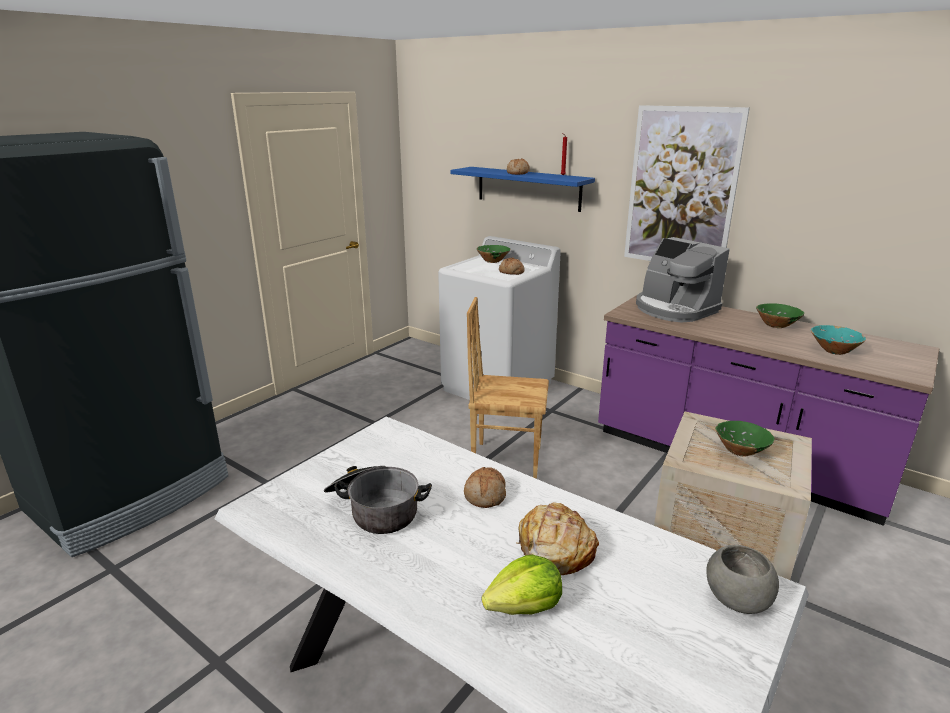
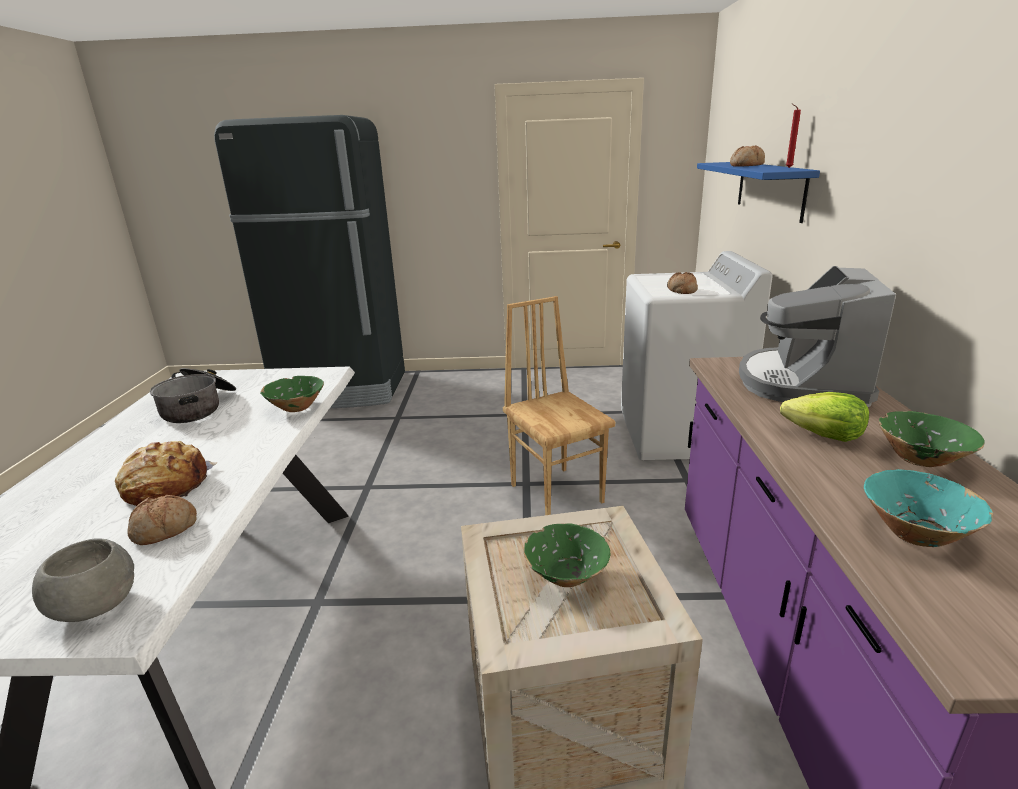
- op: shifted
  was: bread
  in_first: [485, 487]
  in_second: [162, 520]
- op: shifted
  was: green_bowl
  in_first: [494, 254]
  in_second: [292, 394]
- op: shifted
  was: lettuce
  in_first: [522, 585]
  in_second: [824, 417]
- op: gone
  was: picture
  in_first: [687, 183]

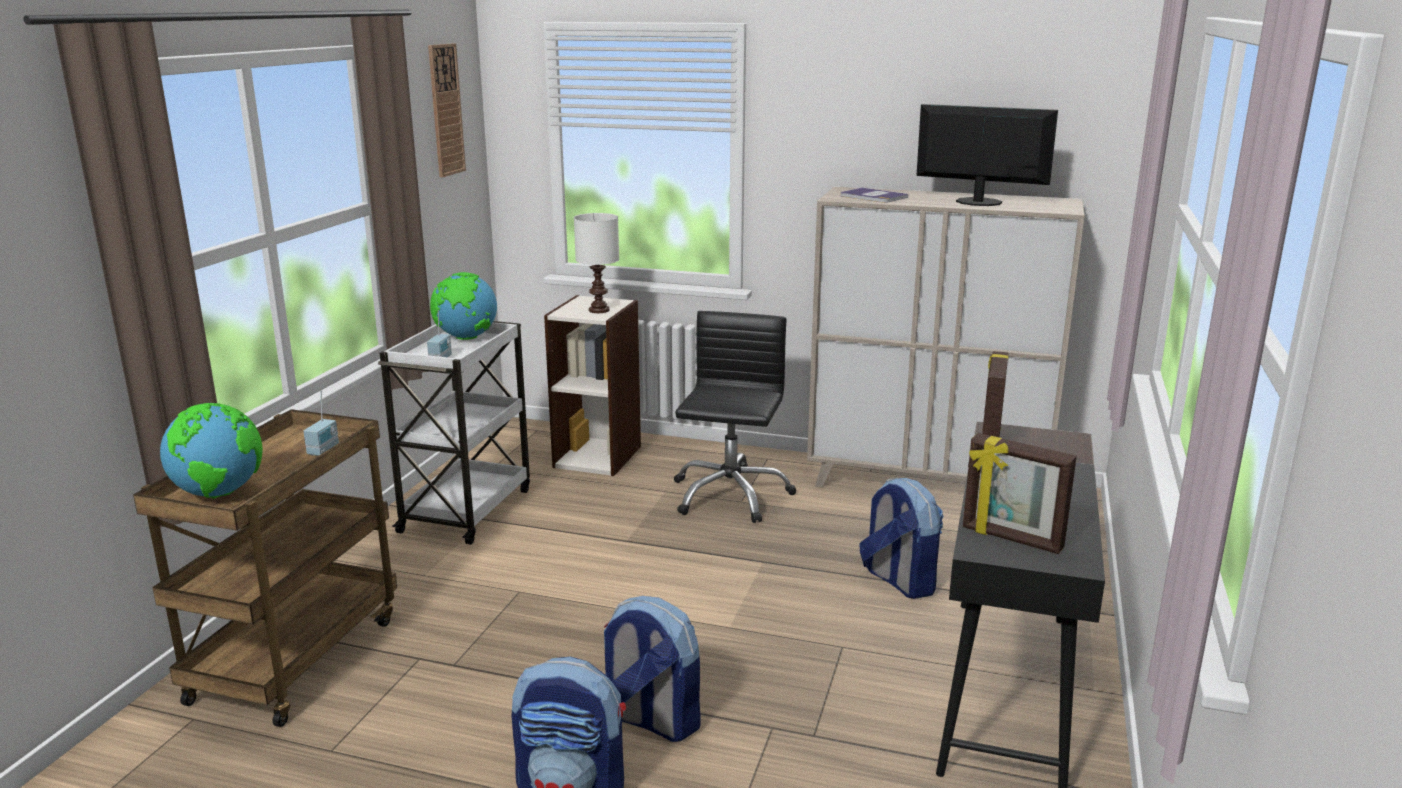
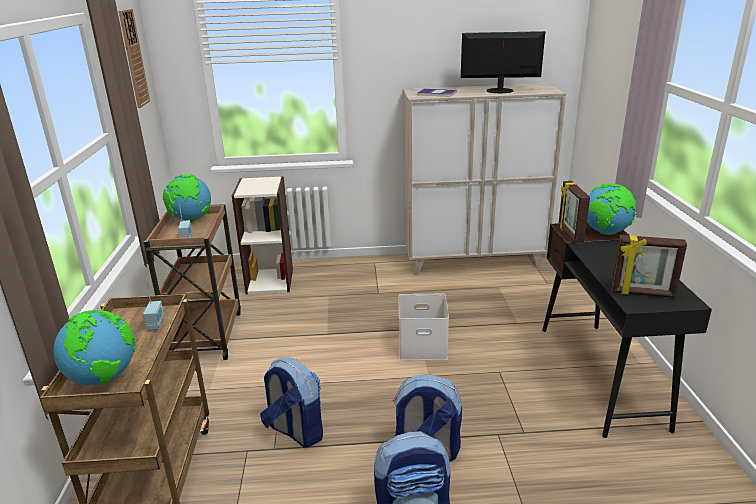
- op: repainted
  was: white_cart
  now: brown_cart
  in_first: [454, 433]
  in_second: [192, 282]
- op: shifted
  was: backpack
  in_first: [901, 538]
  in_second: [291, 402]
- op: new
  now: white_storage_box
  in_second: [424, 327]
- op: new
  now: globe
  in_second: [612, 209]
- op: gone
  was: white_table_lamp
  in_first: [596, 263]
- op: gone
  was: black_office_chair
  in_first: [735, 417]

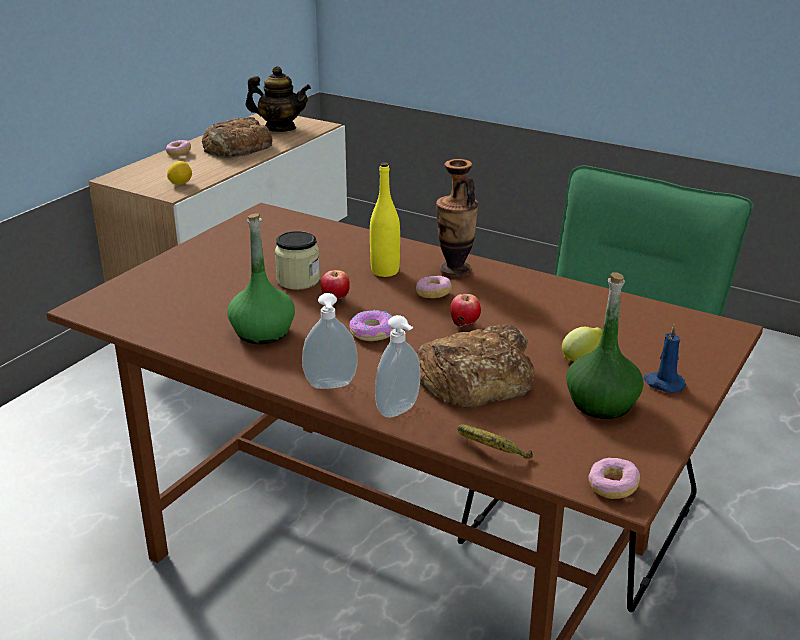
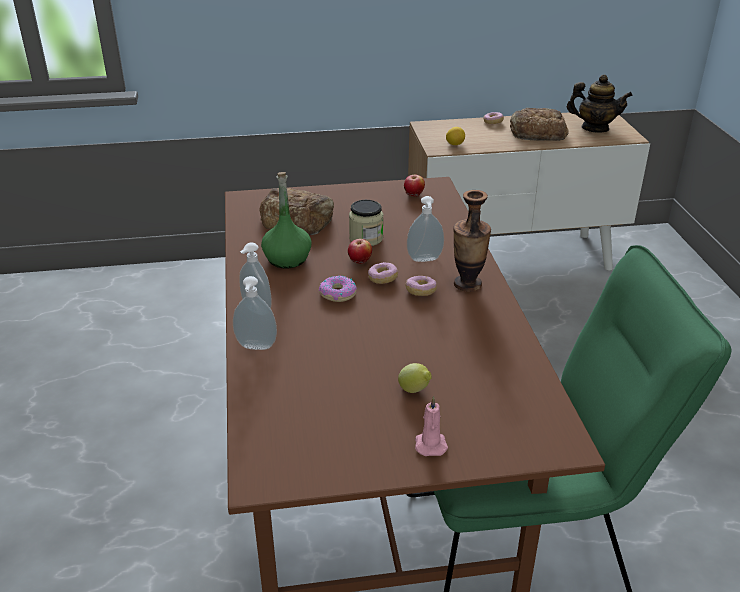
- op: shifted
  was: bread
  in_first: [475, 366]
  in_second: [296, 211]
- op: shifted
  was: donut
  in_first: [614, 478]
  in_second: [383, 273]
- op: shifted
  was: apple
  in_first: [465, 310]
  in_second: [414, 186]
- op: swapped
  was: yellow_bottle
  now: soap_dispenser
  in_first: [385, 219]
  in_second: [425, 229]
- op: repainted
  was: blue_candle
  now: pink_candle
  in_first: [664, 358]
  in_second: [431, 426]
- op: rotated
  was: teapot
  in_first: [278, 99]
  in_second: [600, 103]
  clockwise: -45
- op: gone
  was: banana
  in_first: [495, 441]
- op: gone
  was: green_bottle
  in_first: [605, 345]

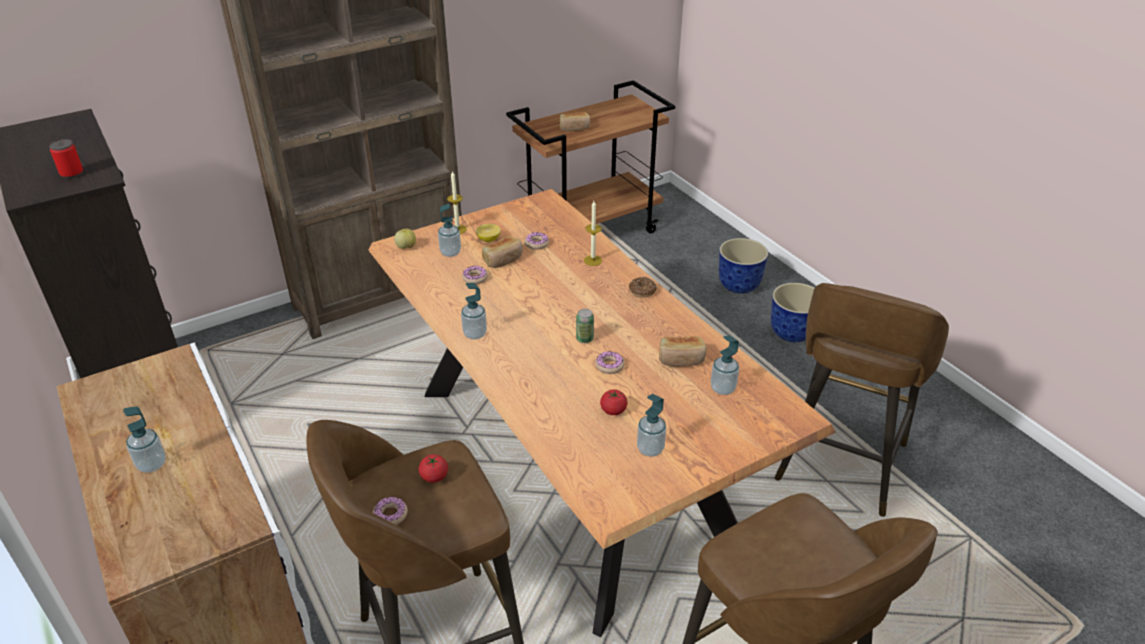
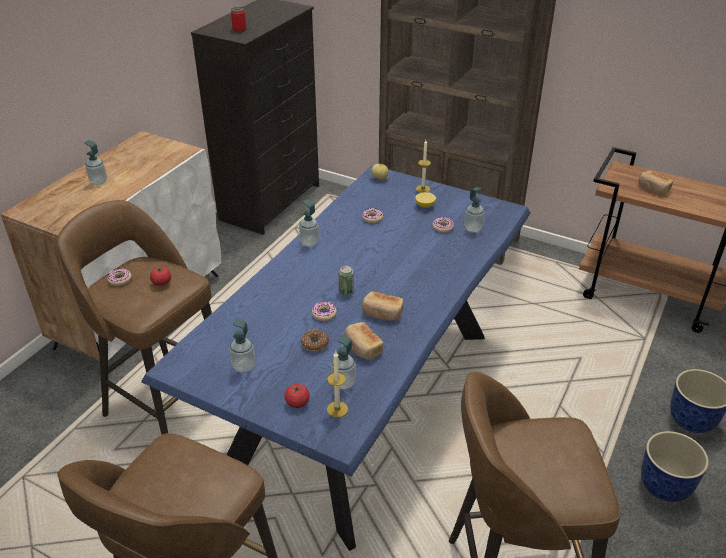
- op: repainted
  was: brown_dining_table
  now: blue_dining_table
  in_first: [602, 413]
  in_second: [335, 358]
- op: shifted
  was: tomato
  in_first: [614, 402]
  in_second: [297, 396]
- op: shifted
  was: donut
  in_first: [643, 287]
  in_second: [315, 341]
- op: shifted
  was: candle
  in_first: [593, 233]
  in_second: [337, 385]
- op: shifted
  was: bread
  in_first: [502, 252]
  in_second: [382, 306]
- op: shifted
  was: soap_dispenser
  in_first: [449, 230]
  in_second: [474, 209]

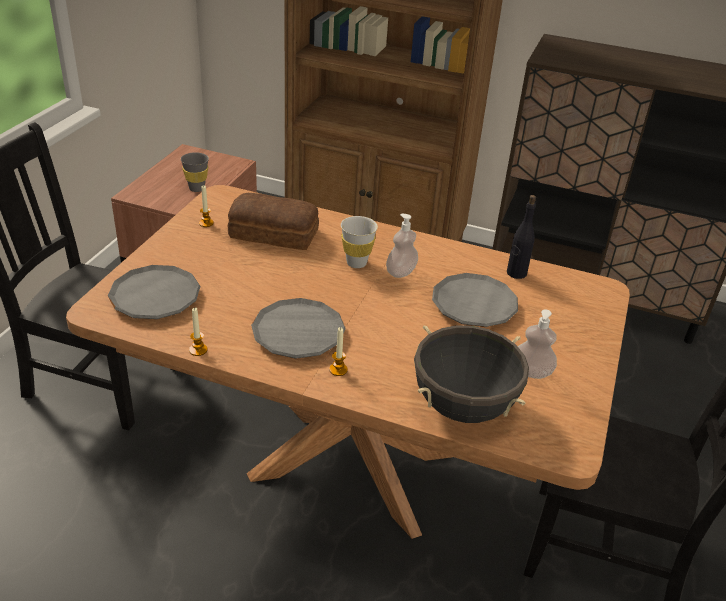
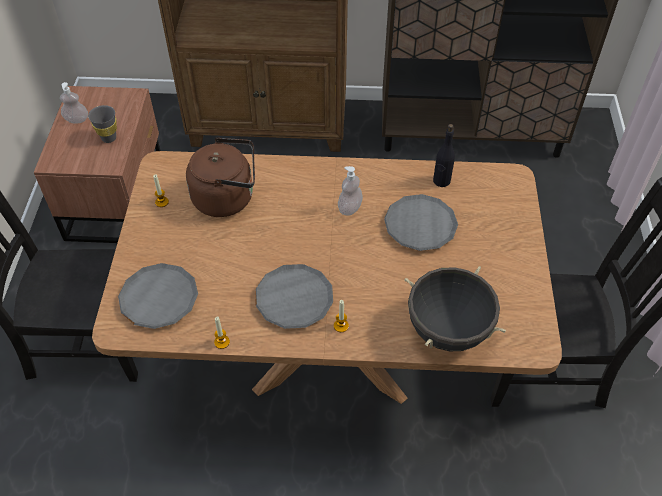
- op: shifted
  was: soap_dispenser
  in_first: [537, 344]
  in_second: [74, 103]
- op: swapped
  was: bread
  now: brown_kettle
  in_first: [273, 221]
  in_second: [220, 177]
- op: gone
  was: white_cup
  in_first: [359, 242]

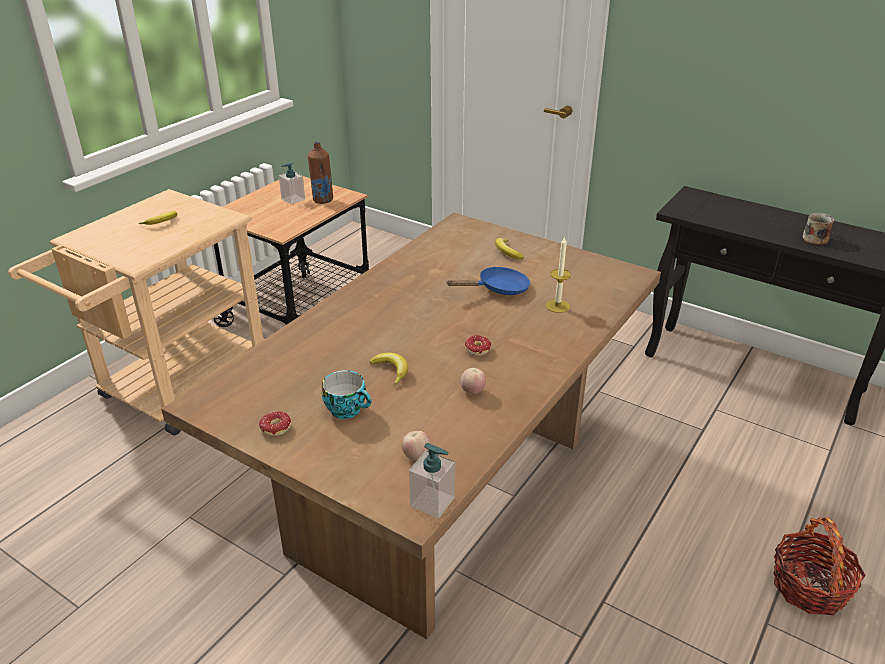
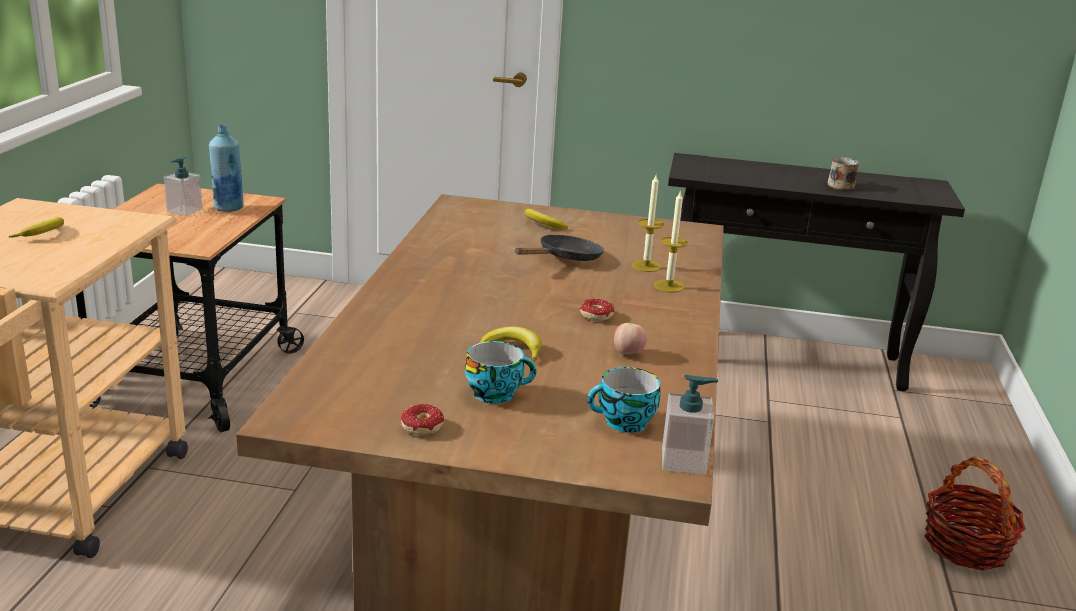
- op: repainted
  was: brown_bottle
  now: blue_bottle
  in_first: [320, 172]
  in_second: [226, 168]
- op: repainted
  was: blue_frying_pan
  now: black_frying_pan
  in_first: [488, 281]
  in_second: [559, 248]
- op: swapped
  was: apple
  now: cup
  in_first: [416, 446]
  in_second: [623, 400]
- op: new
  now: candle
  in_second: [671, 241]

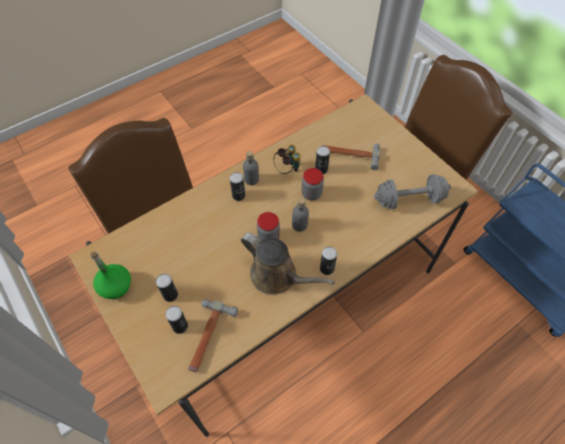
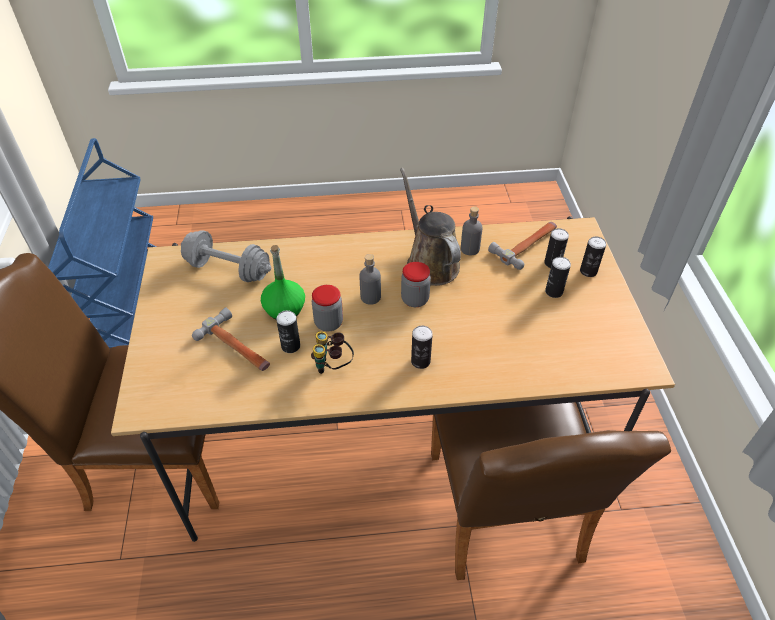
- op: shifted
  was: green_bottle
  in_first: [110, 275]
  in_second: [283, 282]
- op: shifted
  was: grey_bottle
  in_first: [251, 168]
  in_second: [472, 230]
- op: shifted
  was: can
  in_first: [328, 261]
  in_second: [593, 256]

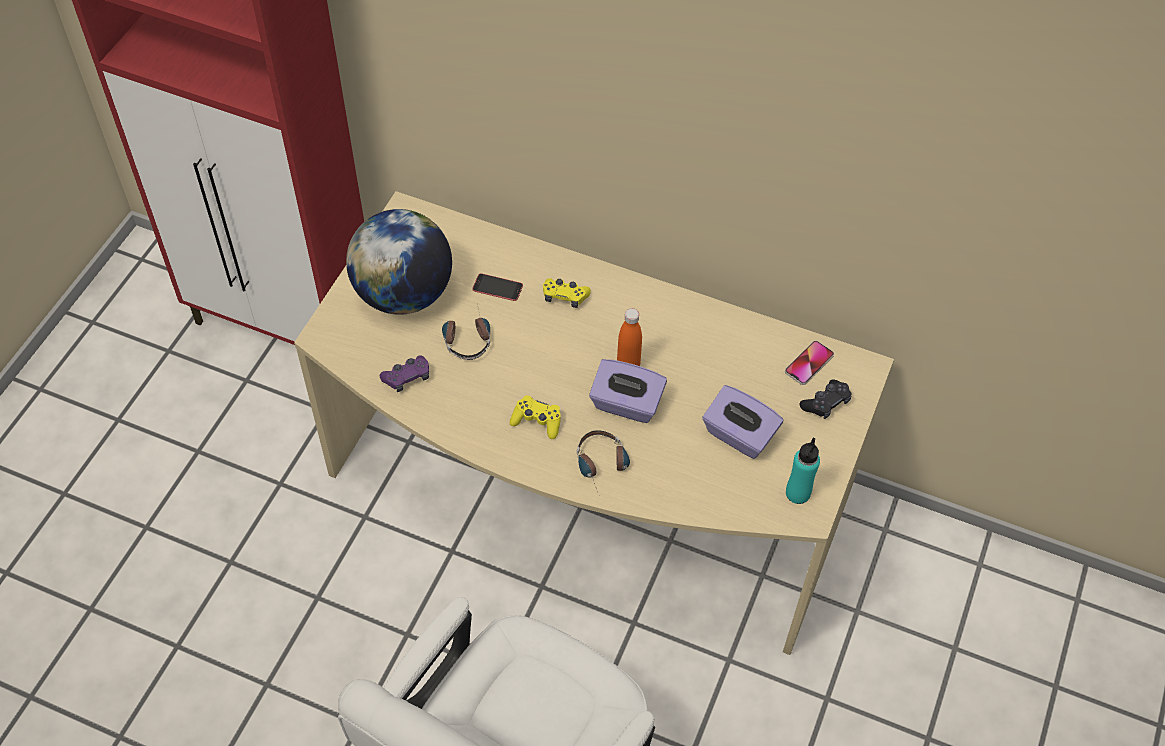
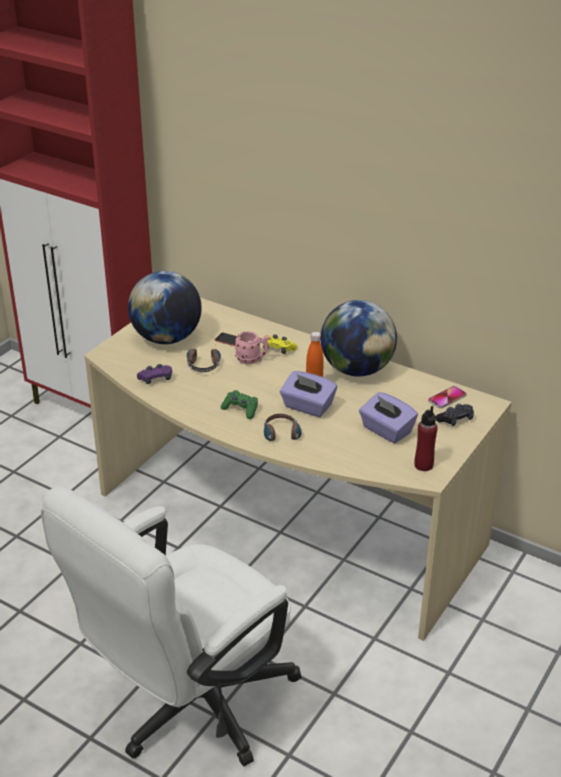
- op: repainted
  was: yellow_game_controller
  now: green_game_controller
  in_first: [535, 417]
  in_second: [239, 404]
- op: new
  now: pink_mug
  in_second: [252, 347]
- op: new
  now: globe
  in_second: [359, 338]
- op: repainted
  was: turquoise_bottle
  now: red_bottle
  in_first: [803, 471]
  in_second: [426, 438]

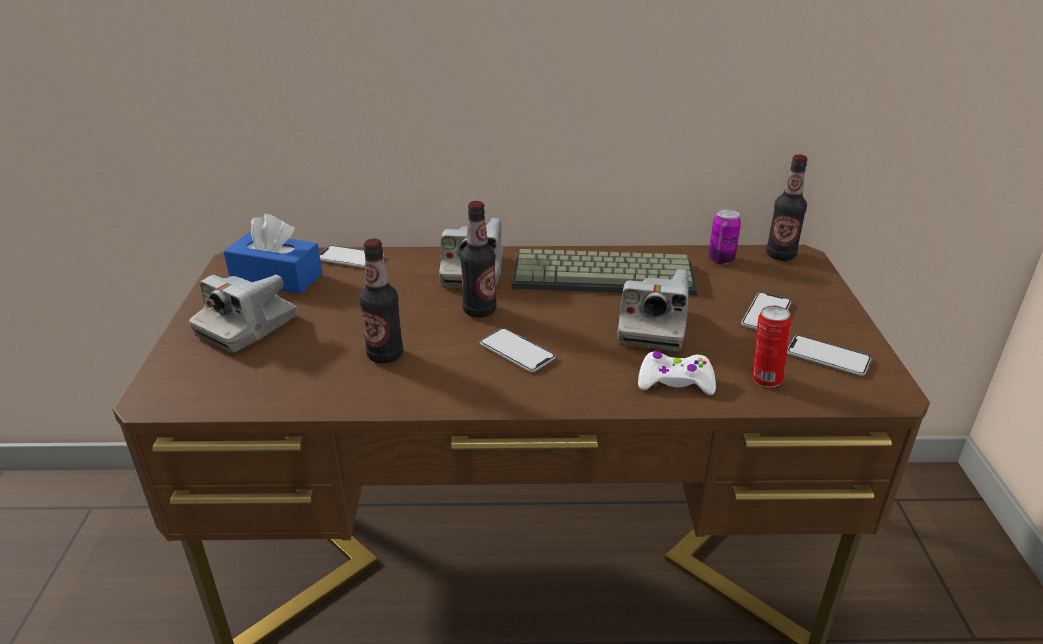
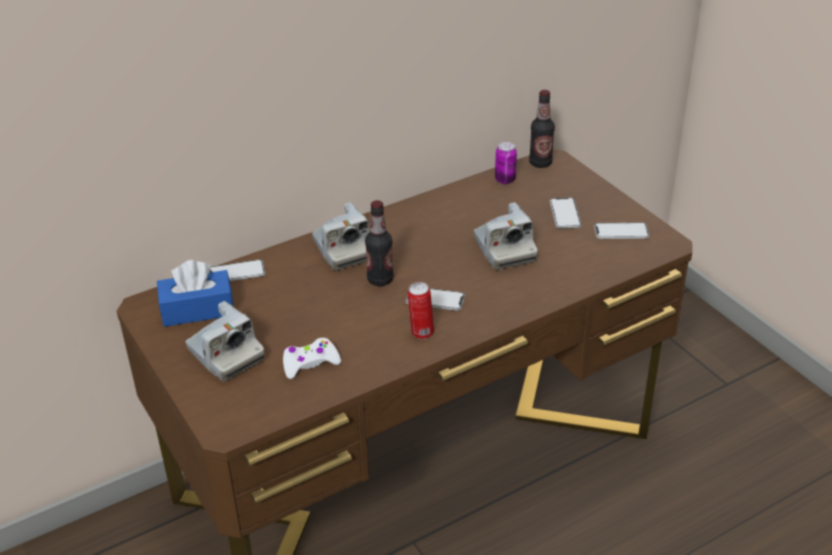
- op: rotated
  was: photo_camera
  in_first: [243, 313]
  in_second: [225, 341]
  clockwise: -45
- op: shifted
  was: white_game_controller
  in_first: [677, 373]
  in_second: [312, 358]
- op: shifted
  was: can
  in_first: [771, 346]
  in_second: [420, 310]
- op: gone
  was: bottle
  in_first: [381, 301]
- op: gone
  was: keyboard
  in_first: [605, 272]

